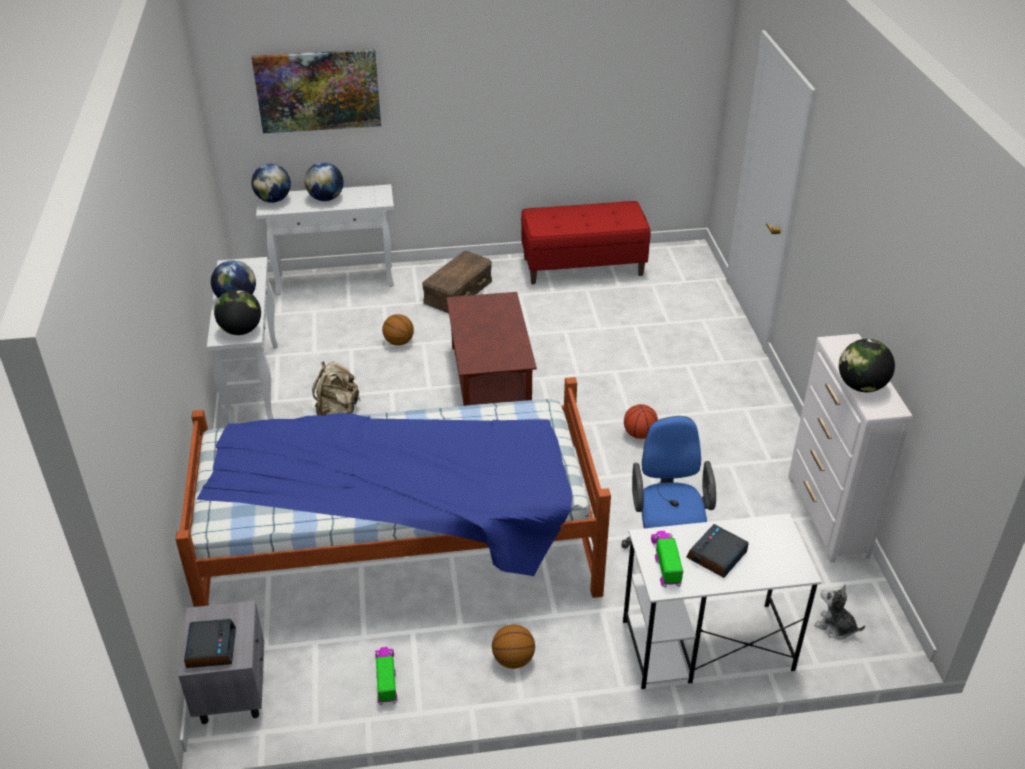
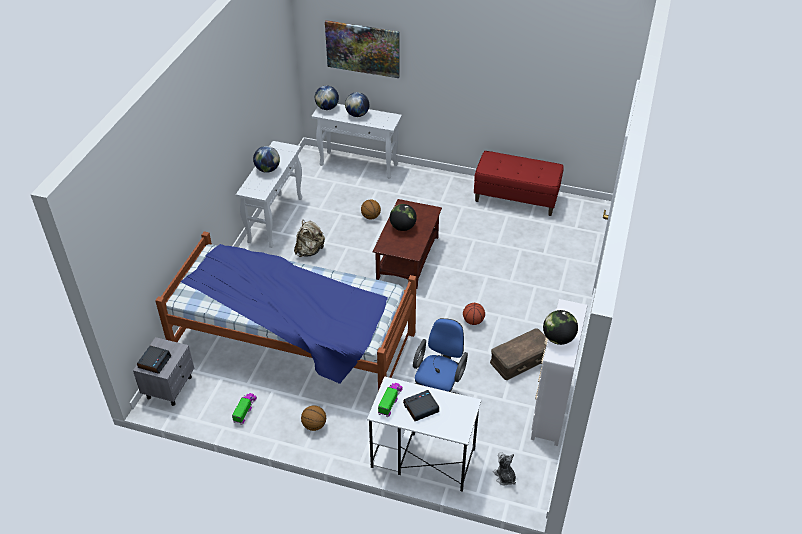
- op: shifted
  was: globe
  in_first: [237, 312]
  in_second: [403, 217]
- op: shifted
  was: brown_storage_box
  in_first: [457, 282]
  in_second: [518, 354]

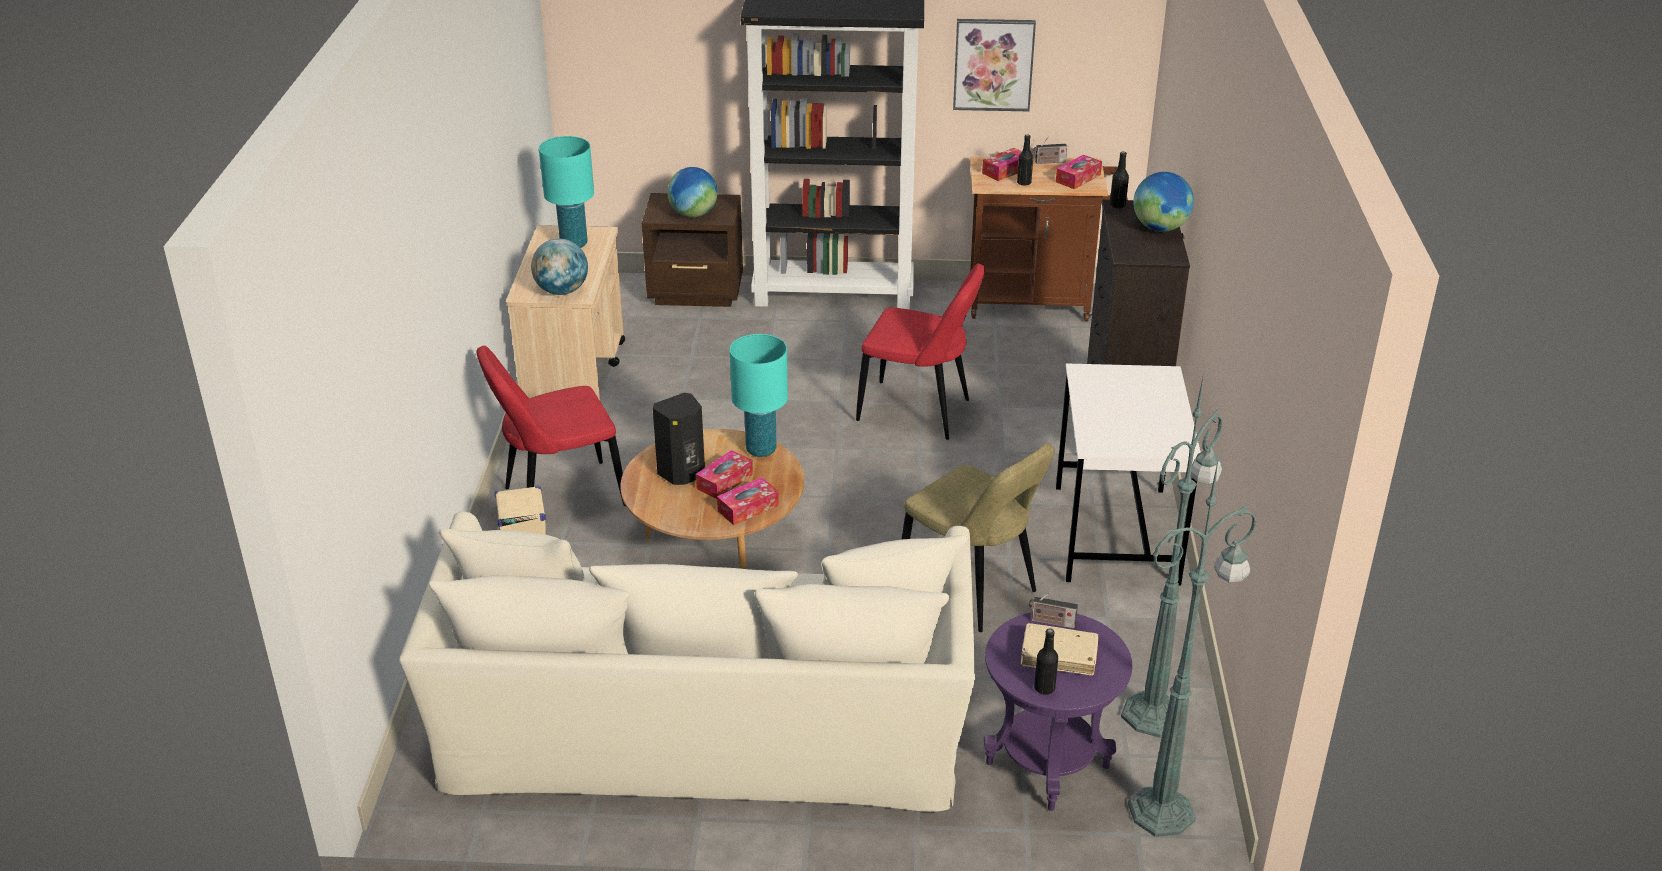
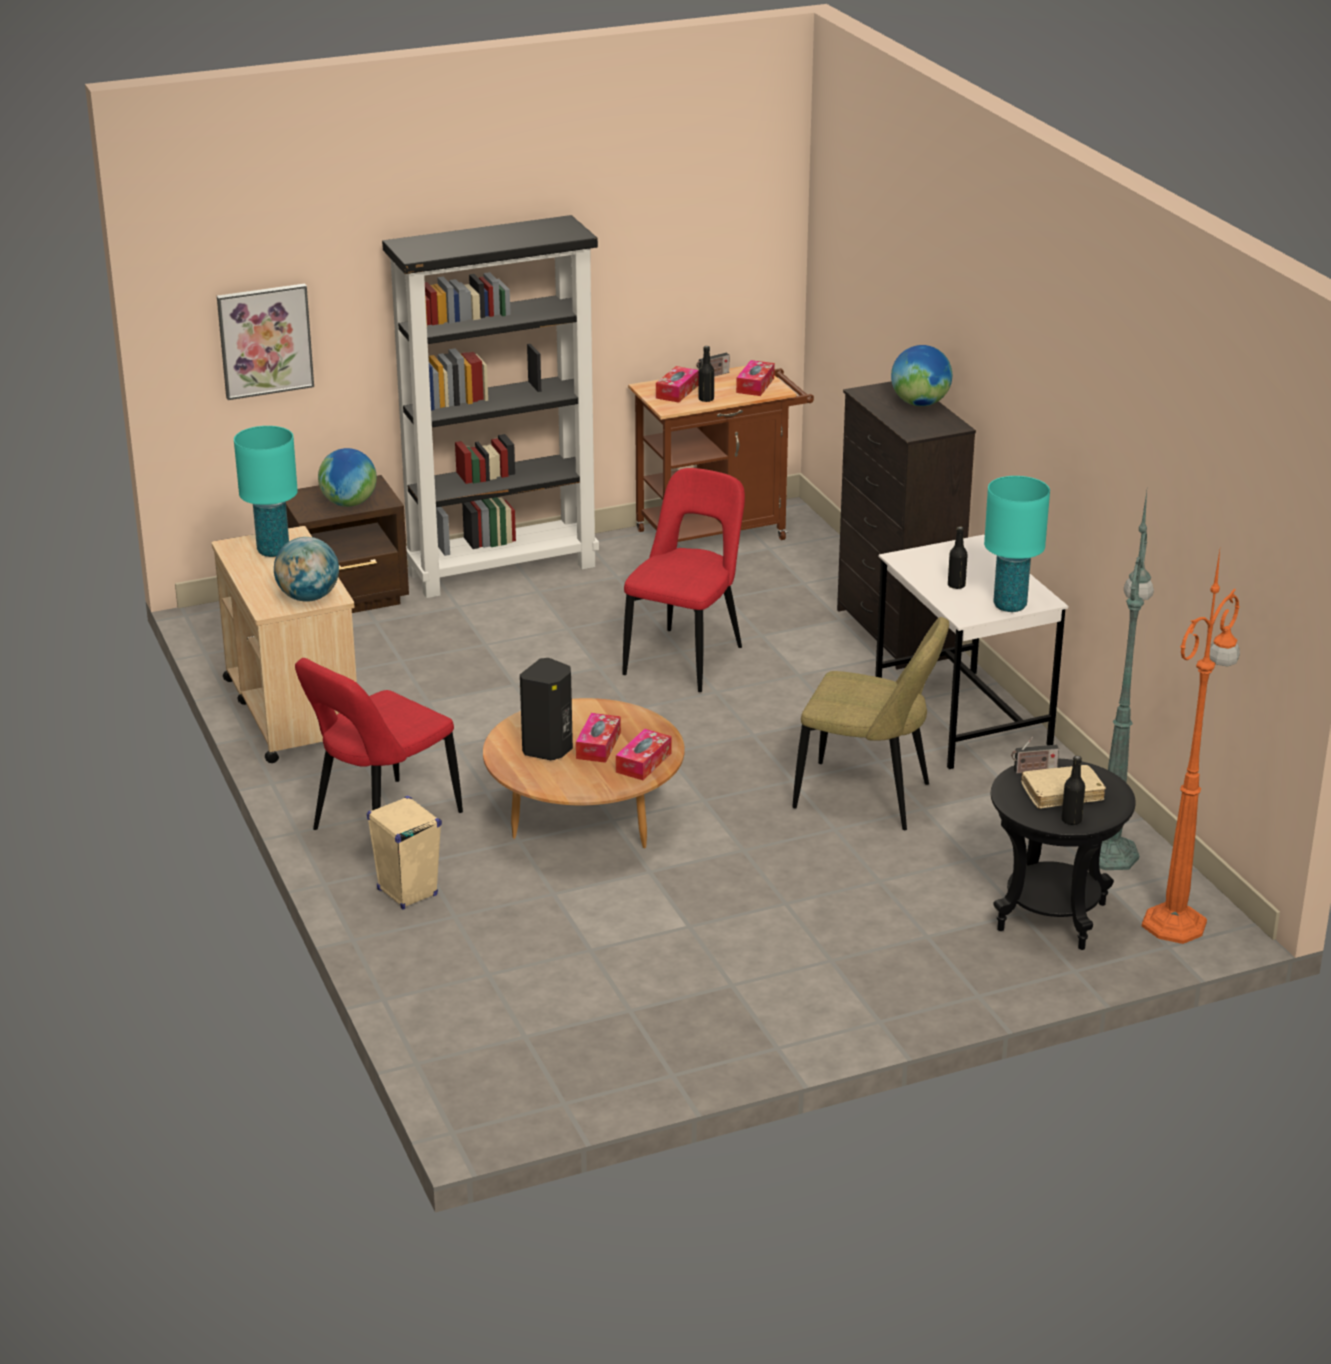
- op: shifted
  was: picture
  in_first: [994, 65]
  in_second: [265, 342]
- op: rotated
  was: red_chair
  in_first: [920, 352]
  in_second: [684, 580]
  clockwise: -60
- op: shifted
  was: black_bottle
  in_first: [1119, 179]
  in_second: [958, 557]
- op: shifted
  was: turquoise_table_lamp
  in_first: [759, 395]
  in_second: [1017, 544]
- op: repainted
  was: purple_side_table
  now: black_side_table
  in_first: [1058, 711]
  in_second: [1063, 854]
- op: repainted
  was: green_floor_lamp
  now: orange_floor_lamp
  in_first: [1192, 649]
  in_second: [1191, 747]
- op: gone
  was: beige_sofa
  in_first: [687, 661]

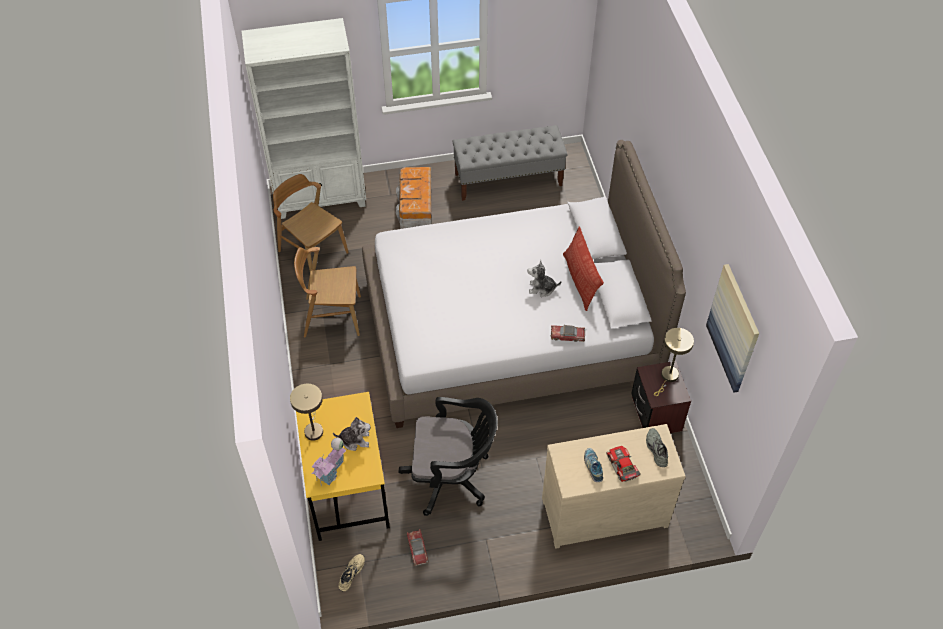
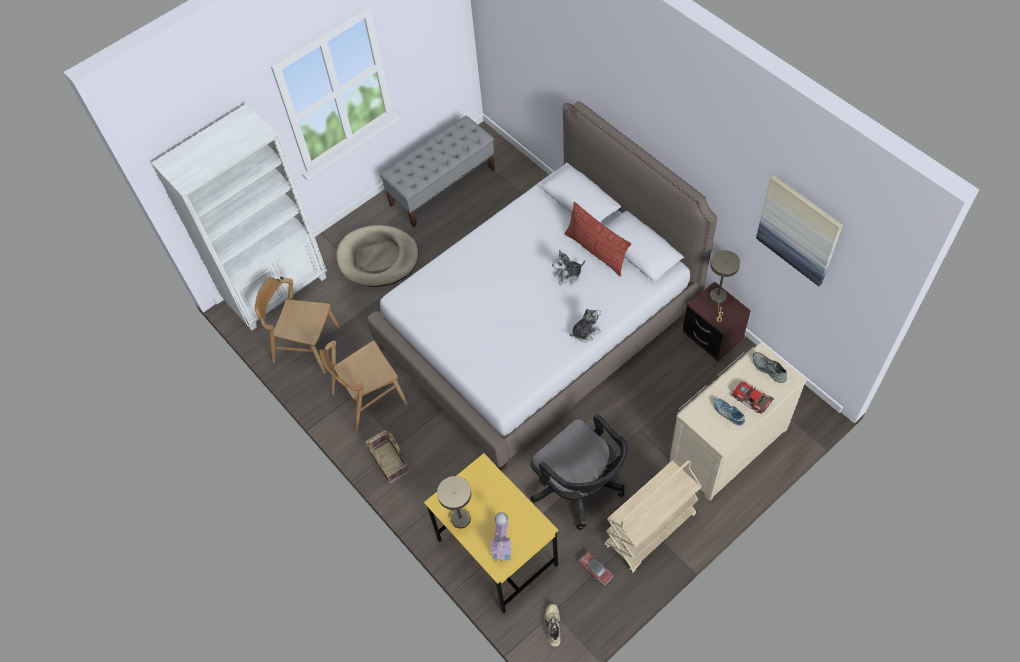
- op: swapped
  was: storage_box
  now: beige_dog_bed
  in_first: [413, 198]
  in_second: [377, 256]
- op: new
  now: basket
  in_second: [387, 457]
- op: rotated
  was: black_office_chair
  in_first: [447, 456]
  in_second: [579, 472]
  clockwise: 75
- op: shifted
  was: plush_toy
  in_first: [351, 434]
  in_second: [585, 325]
- op: new
  now: beige_cart
  in_second: [653, 516]
- op: gone
  was: toy_car
  in_first: [568, 333]

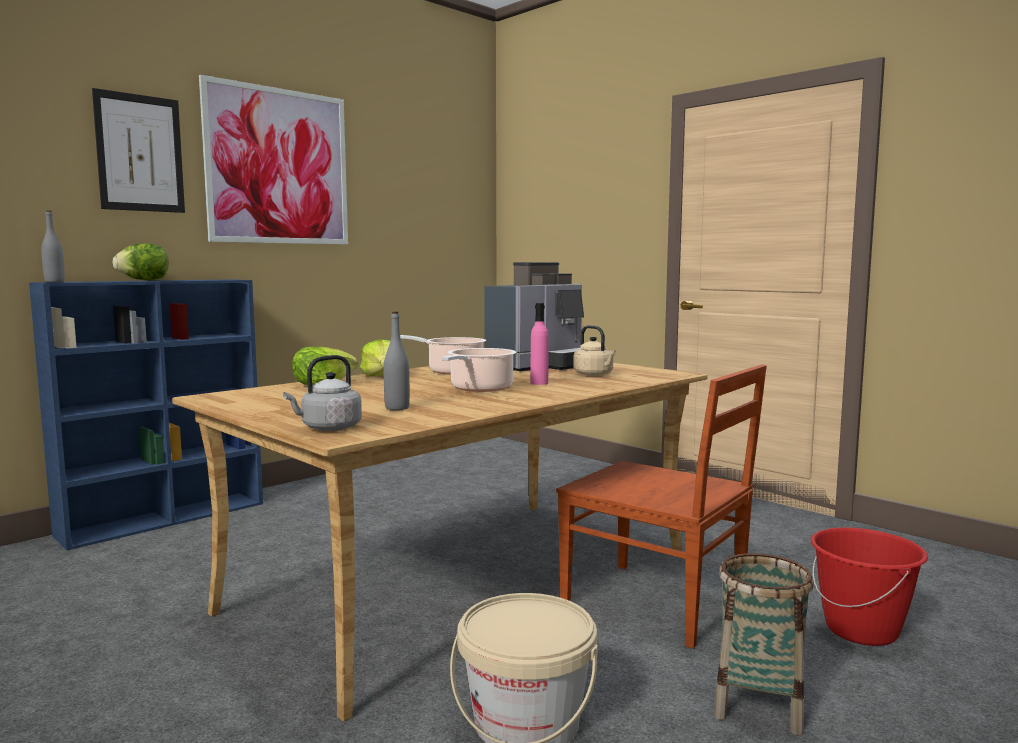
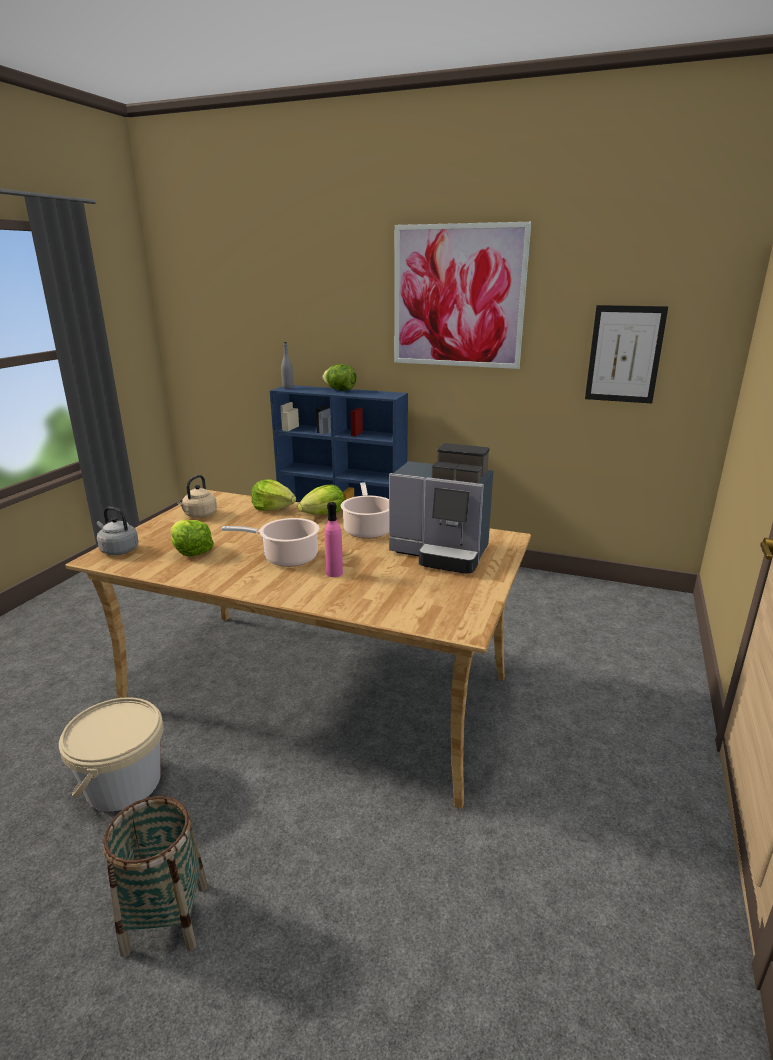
- op: swapped
  was: grey_bottle
  now: lettuce
  in_first: [397, 361]
  in_second: [192, 538]
- op: shifted
  was: beige_kettle
  in_first: [594, 350]
  in_second: [197, 496]
- op: shifted
  was: picture
  in_first: [138, 150]
  in_second: [626, 354]
- op: gone
  was: brown_chair
  in_first: [661, 506]
- op: gone
  was: red_bucket
  in_first: [869, 587]

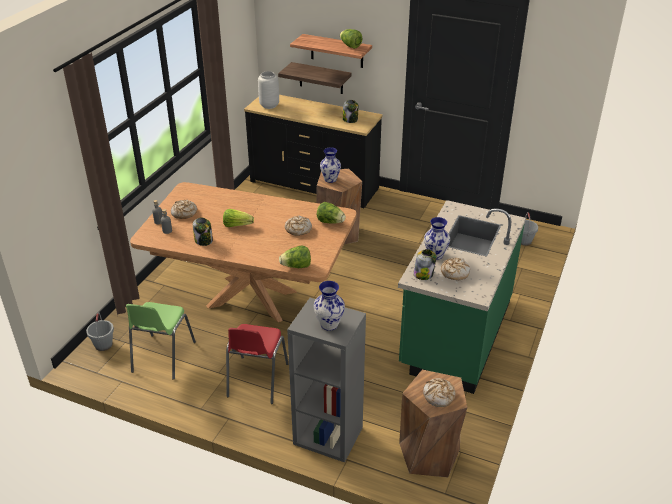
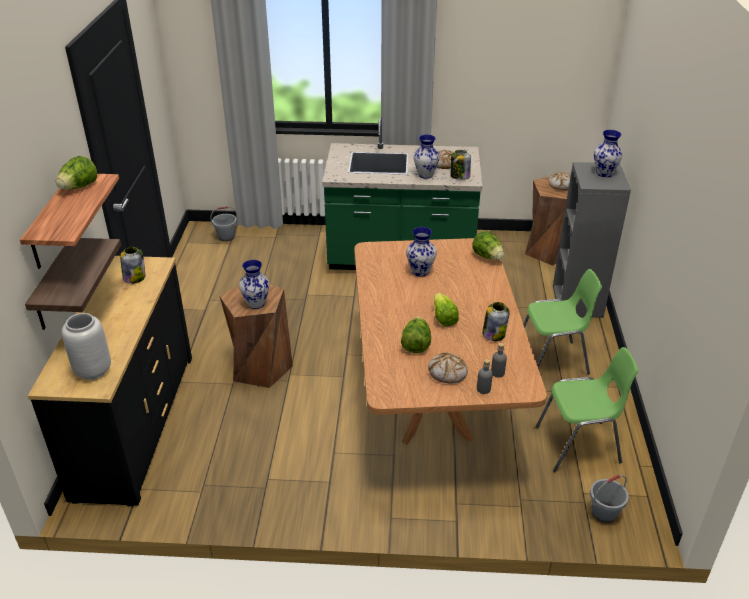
- op: shifted
  was: lettuce
  in_first: [331, 213]
  in_second: [416, 335]
- op: swapped
  was: bread
  now: vase
  in_first: [298, 225]
  in_second: [421, 252]
- op: repainted
  was: red_chair
  now: green_chair
  in_first: [257, 364]
  in_second: [562, 321]

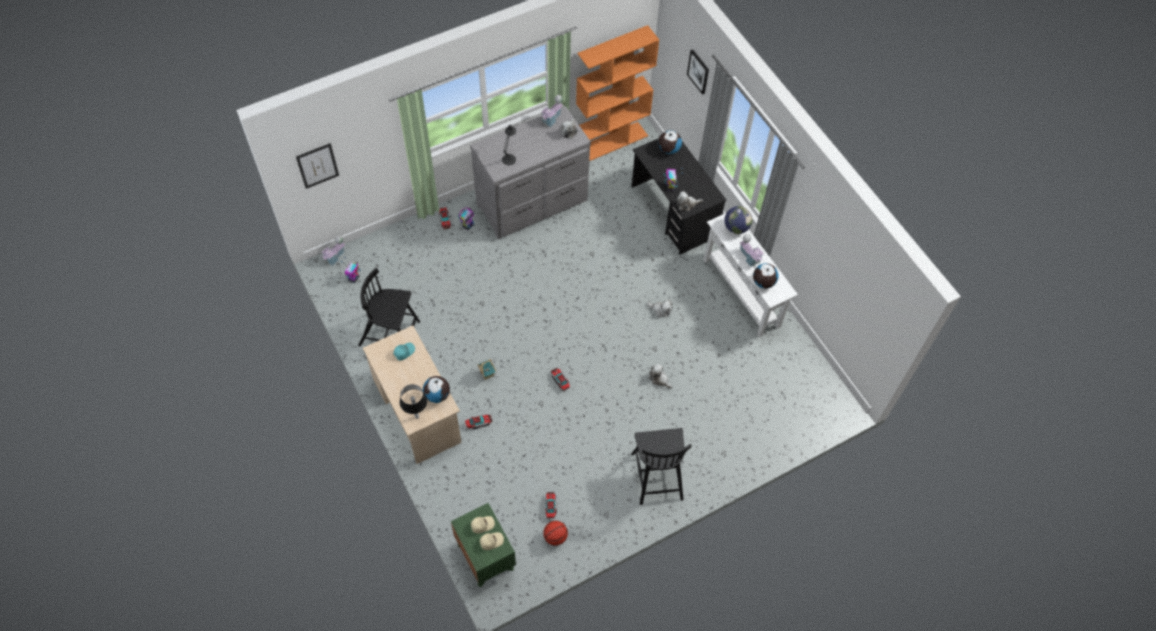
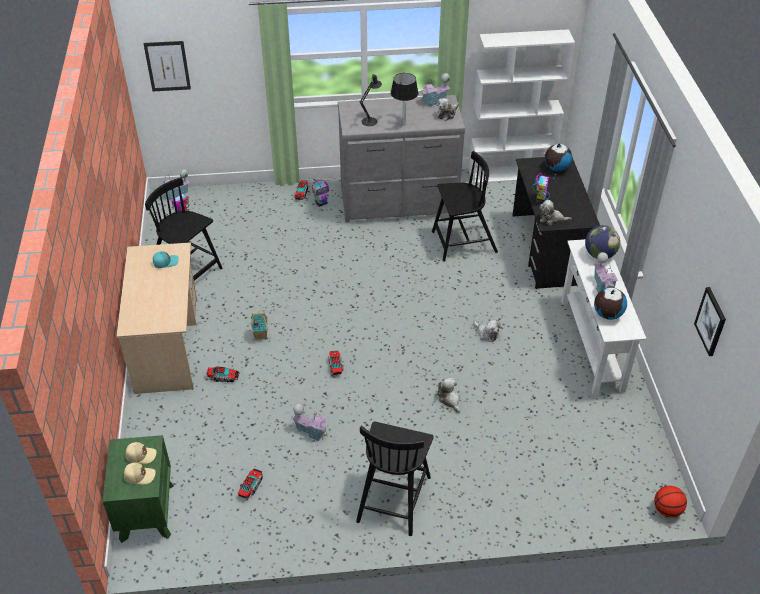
- op: new
  now: toy_house
  in_second: [310, 423]
- op: shifted
  was: table_lamp
  in_first: [413, 401]
  in_second: [404, 99]
- op: new
  now: black_chair
  in_second: [465, 206]
- op: repainted
  was: orange_bookcase
  now: white_bookcase
  in_first: [617, 93]
  in_second: [522, 106]
- op: shifted
  was: basketball
  in_first: [555, 533]
  in_second: [670, 502]
- op: shifted
  was: picture
  in_first: [698, 72]
  in_second: [710, 321]
- op: gone
  was: globe
  in_first: [436, 389]

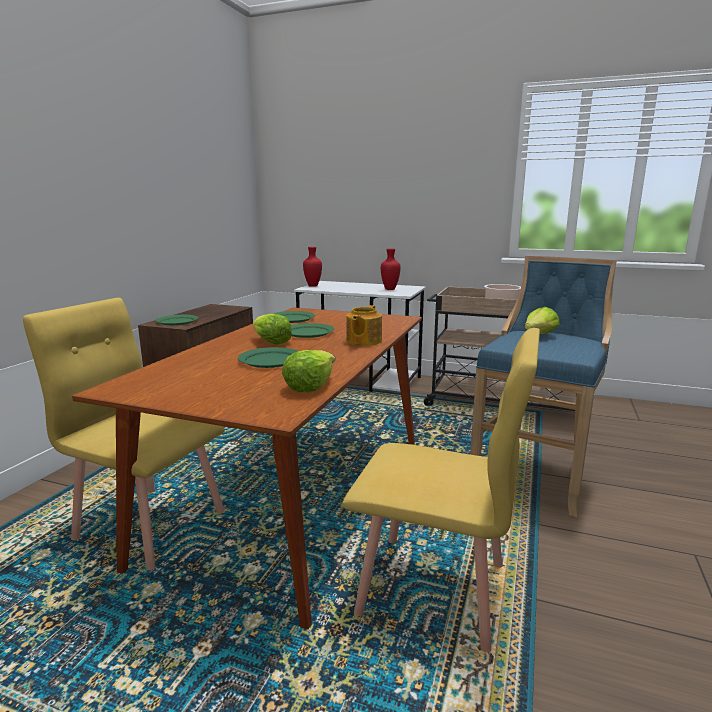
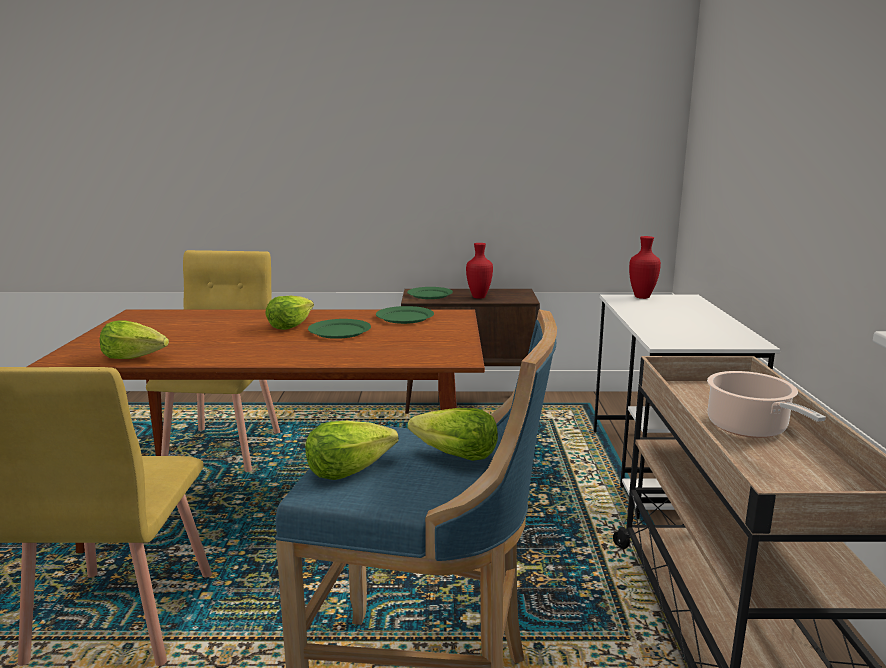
- op: new
  now: lettuce
  in_second: [352, 450]
- op: shifted
  was: red_vase
  in_first: [390, 269]
  in_second: [479, 271]
- op: gone
  was: green_plate
  in_first: [268, 357]
- op: gone
  was: teapot
  in_first: [364, 325]

